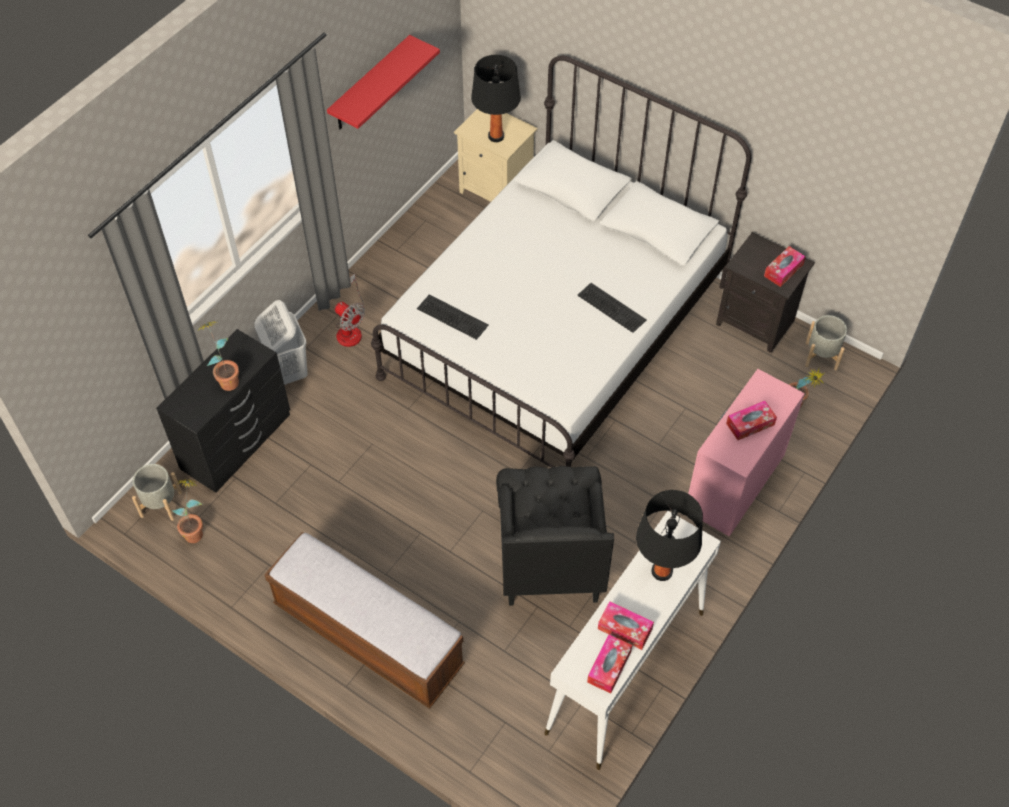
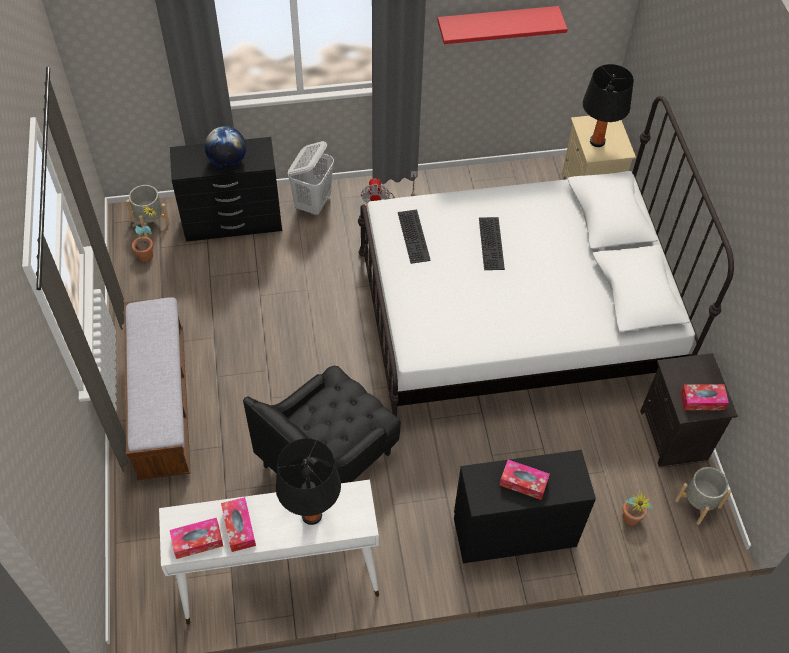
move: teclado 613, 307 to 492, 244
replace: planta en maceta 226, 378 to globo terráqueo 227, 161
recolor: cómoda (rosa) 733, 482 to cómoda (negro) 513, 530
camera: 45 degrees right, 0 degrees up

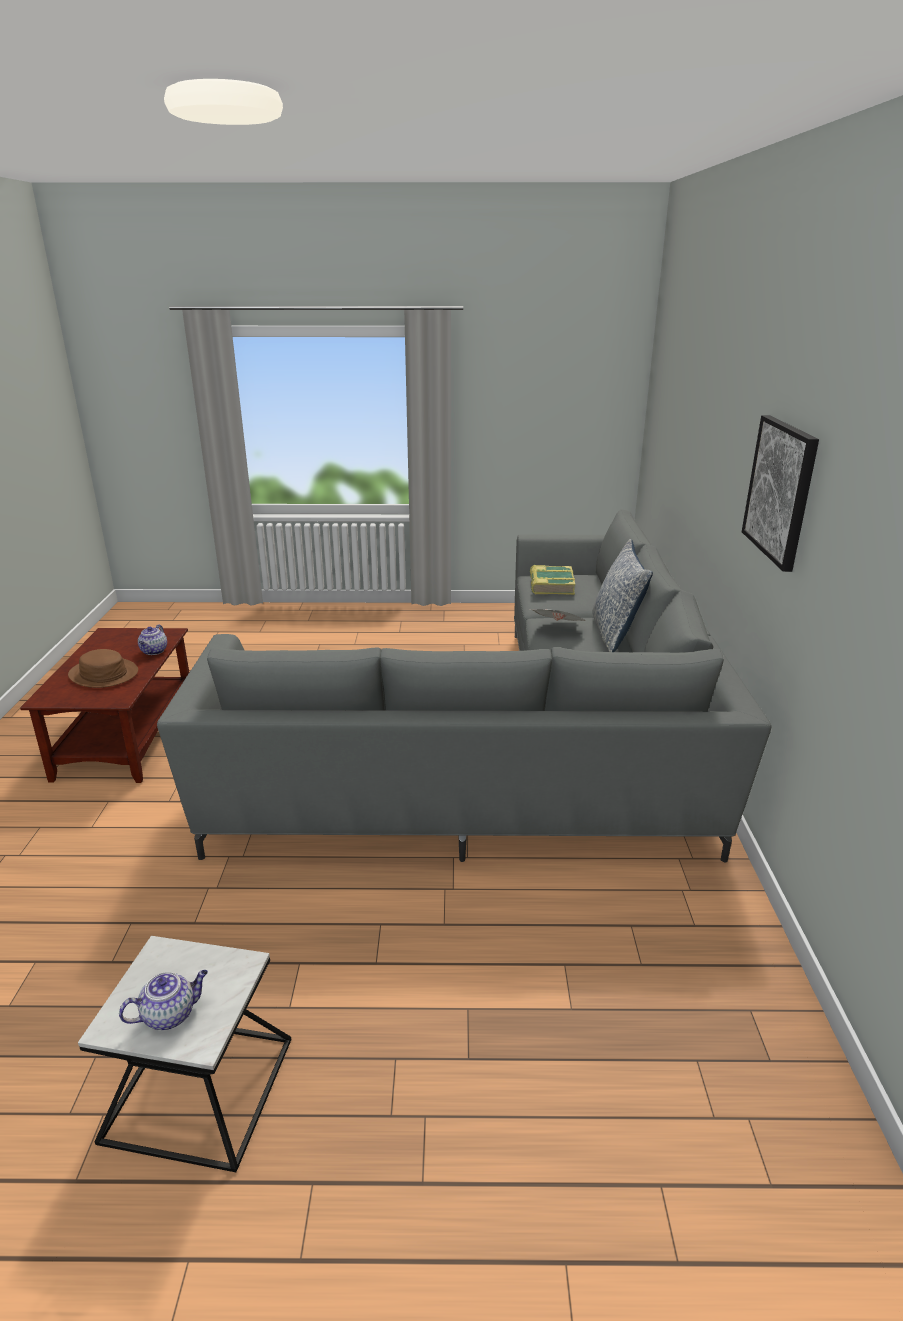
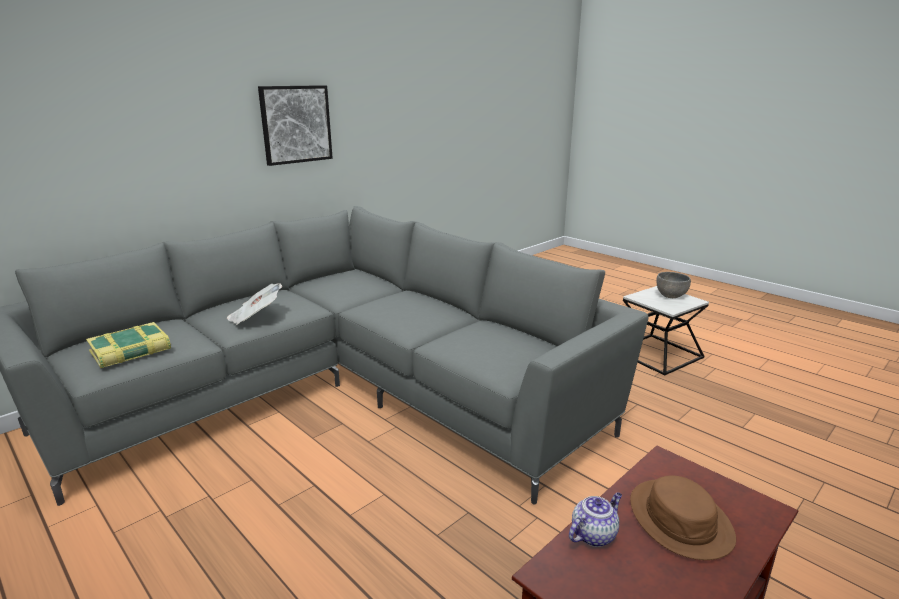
delete: cojín 616, 634
replace: tetera 170, 1014 to cuenco (gris) 670, 296
camera: 135 degrees left, 5 degrees down

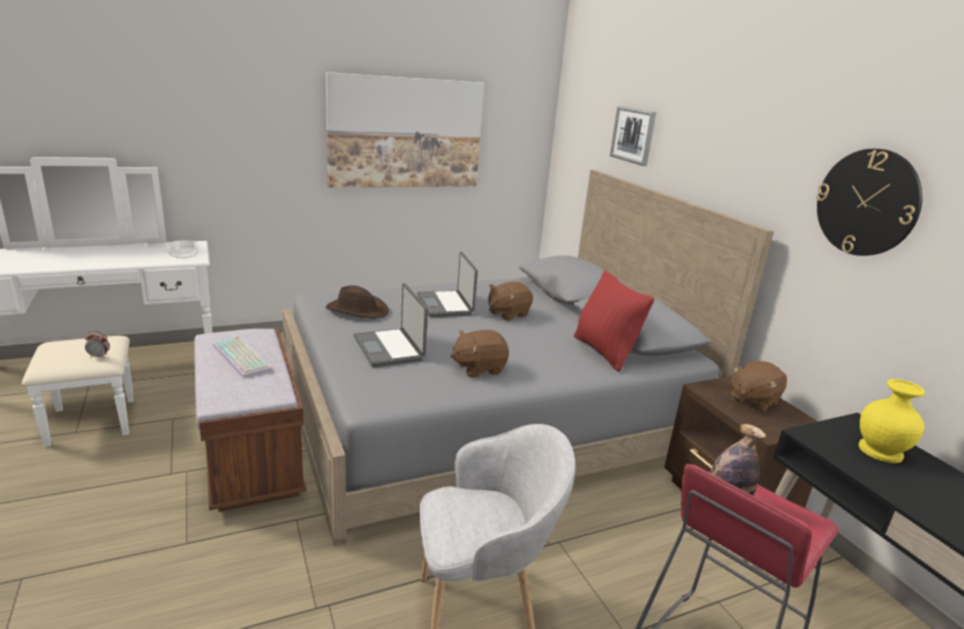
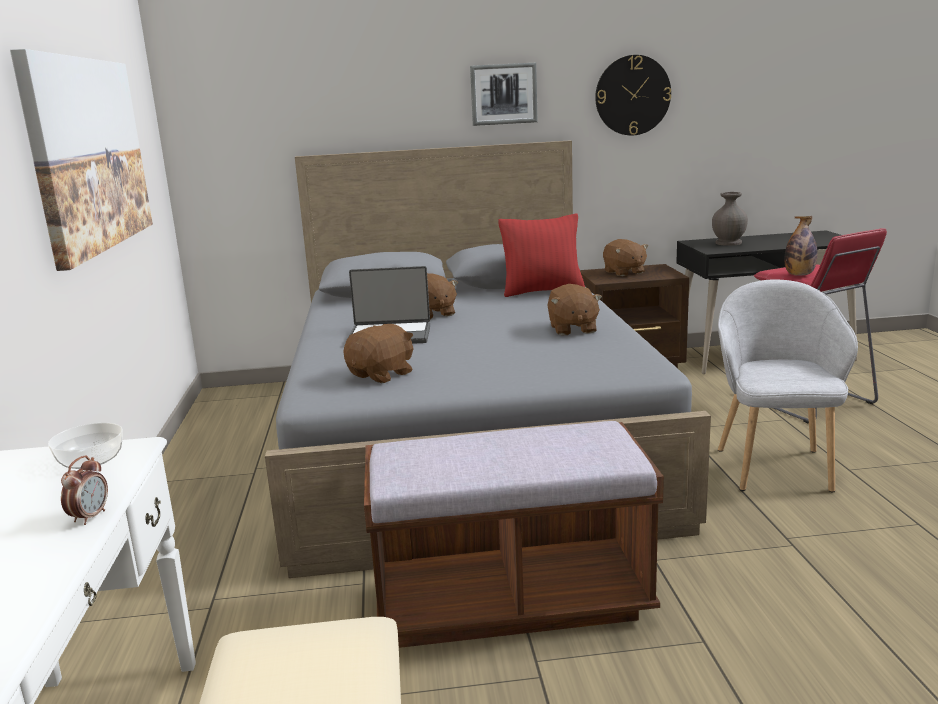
delete: portátil 390, 348; teclado 243, 358
move: cuadro 633, 135 to 503, 94; despertador 99, 356 to 90, 517
replace: sombrero (marrón) 357, 310 to peluche (marrón) 382, 375
recolor: florero (amarillo) 881, 452 to florero (gris) 729, 243
camera: 70 degrees left, 5 degrees down

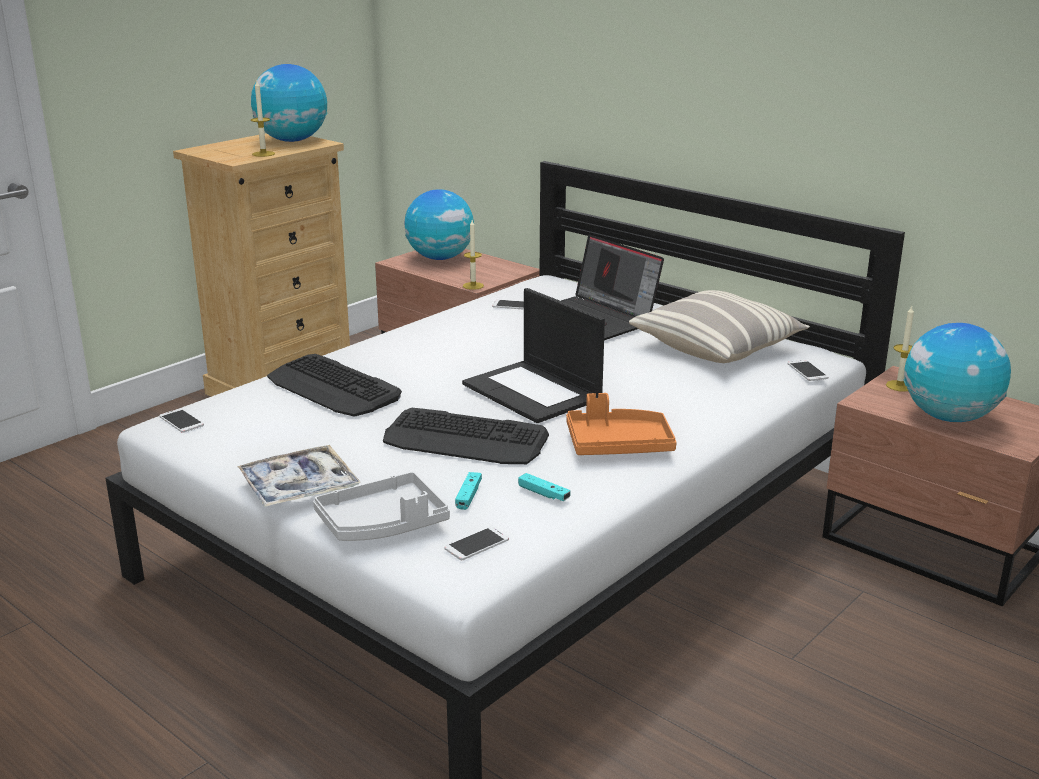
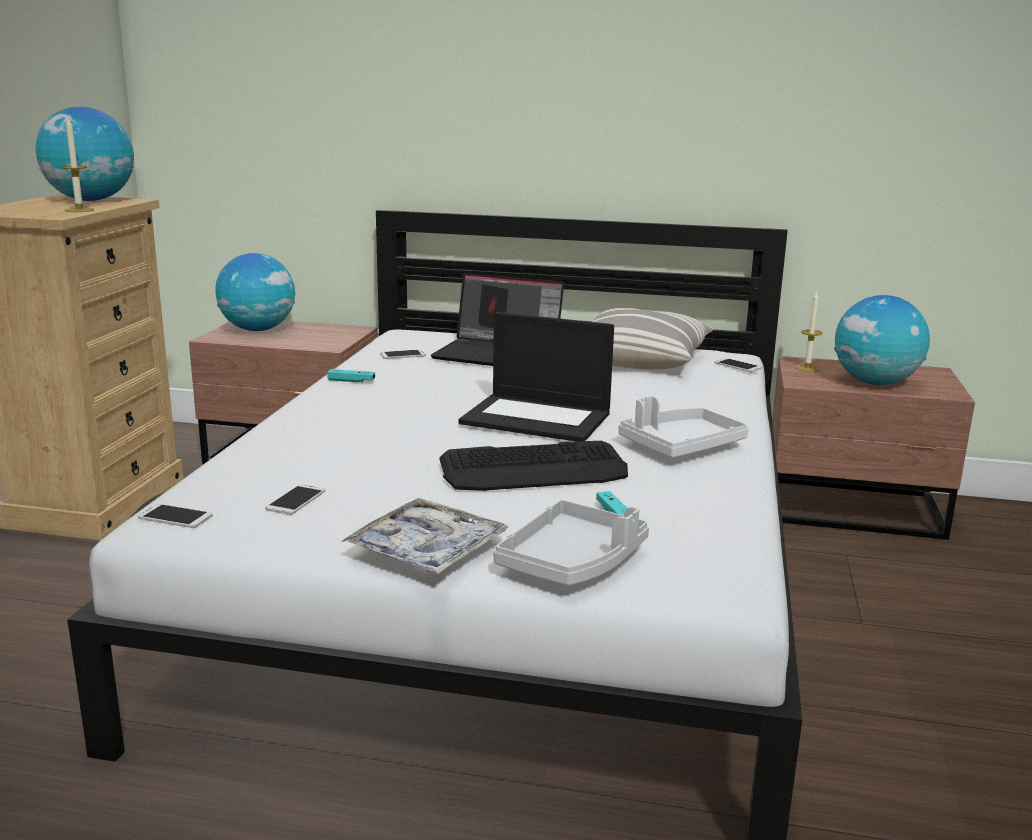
delete: vela 473, 286; teclado 333, 387
move: mando de consola (turquesa) 544, 494 to 351, 381; móvil 476, 544 to 296, 500
recolor: bandeja (naranja) 618, 445 to bandeja (blanco) 681, 446
camera: 30 degrees left, 5 degrees down

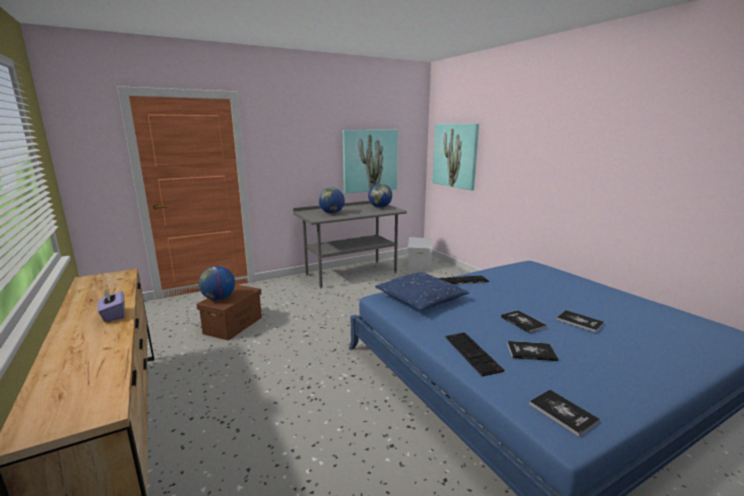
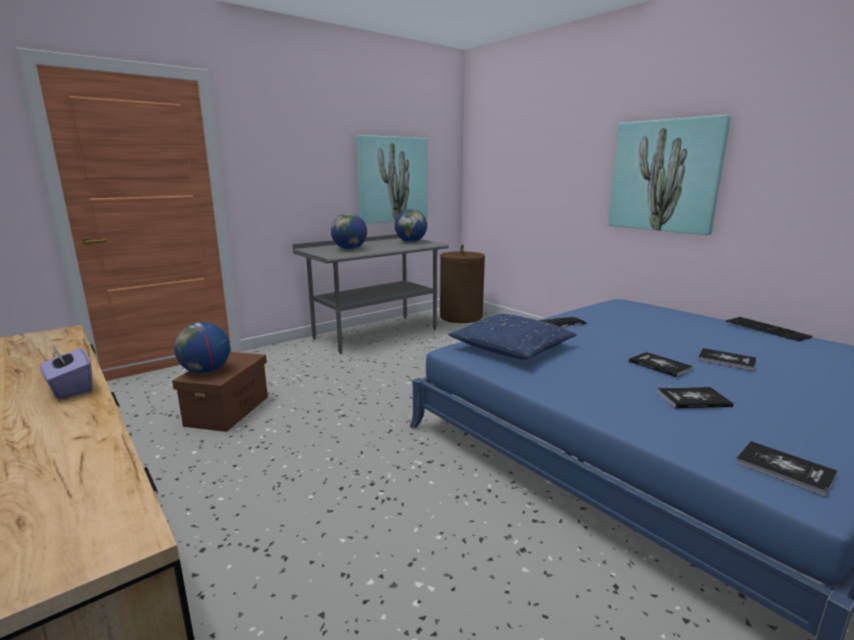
move: cuadro 455, 155 to 664, 176; teclado 474, 353 to 768, 329
replace: caja de almacenaje (blanco) 419, 263 to cesto de la ropa (marrón) 460, 317
camera: 10 degrees left, 0 degrees up

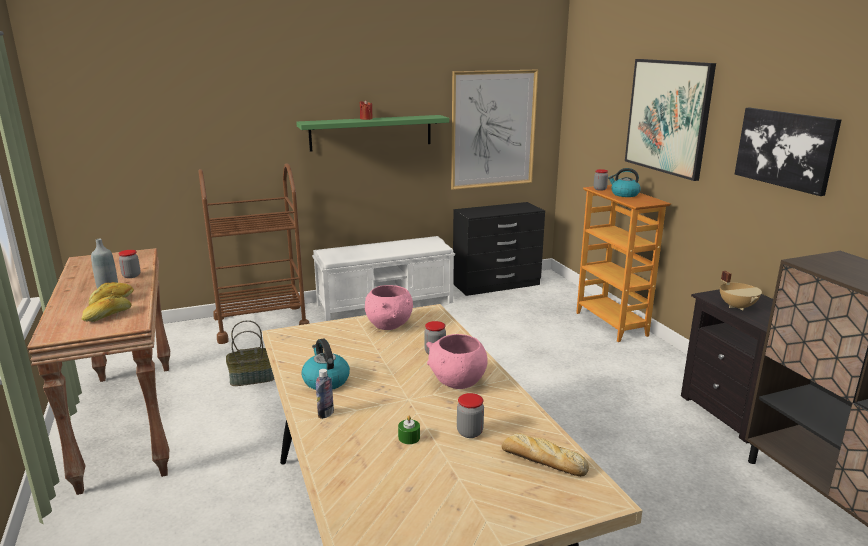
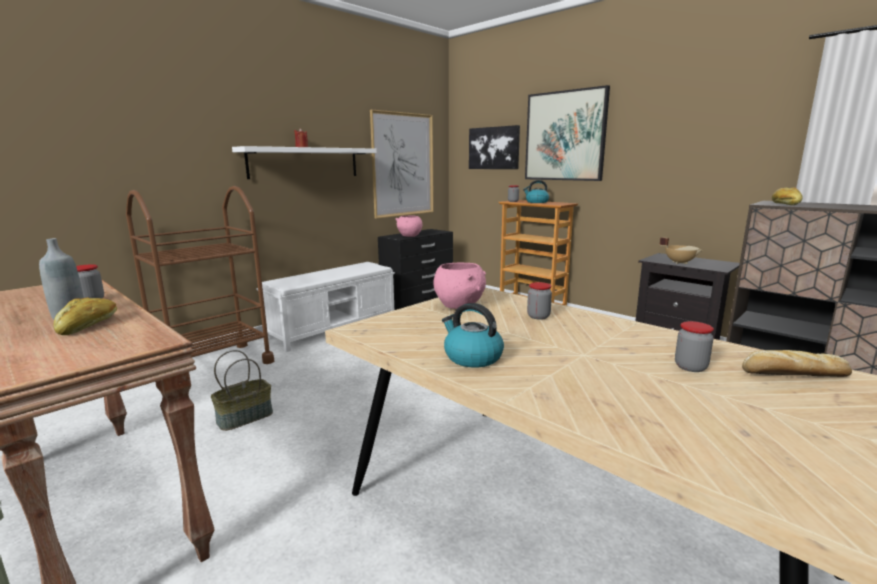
delete: botella 325, 414; vela (verde) 409, 437
move: cuadro 785, 149 to 494, 148; pan 108, 316 to 785, 204; cuenco (rosa) 457, 383 to 409, 236
recolor: estante (verde) 371, 132 to estante (blanco) 305, 162
camera: 25 degrees left, 5 degrees down

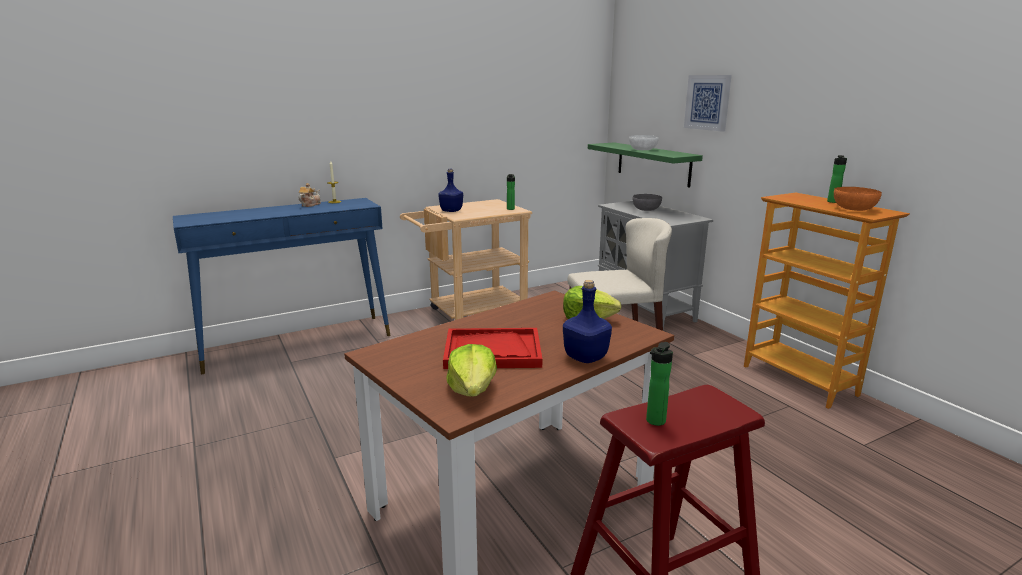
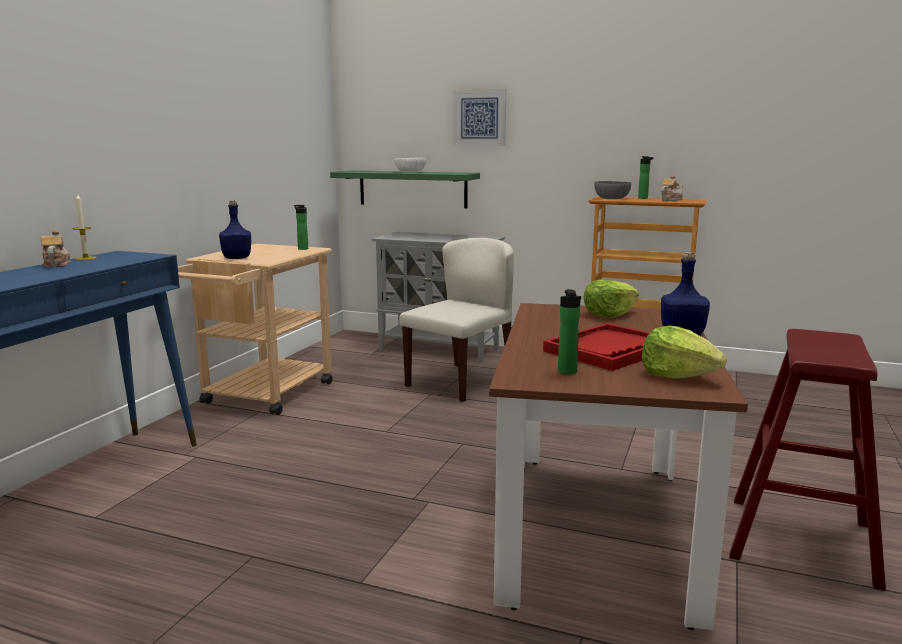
move: cuenco (gris) 646, 209 to 612, 198; botella 654, 422 to 568, 372
replace: cuenco (naranja) 853, 209 to tetera 670, 200
camera: 40 degrees left, 5 degrees down

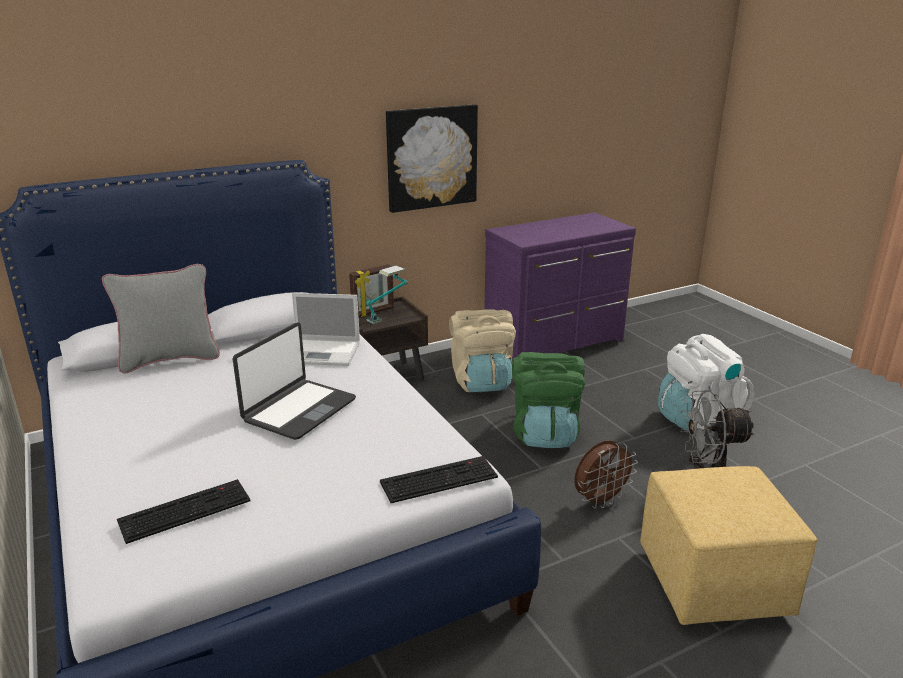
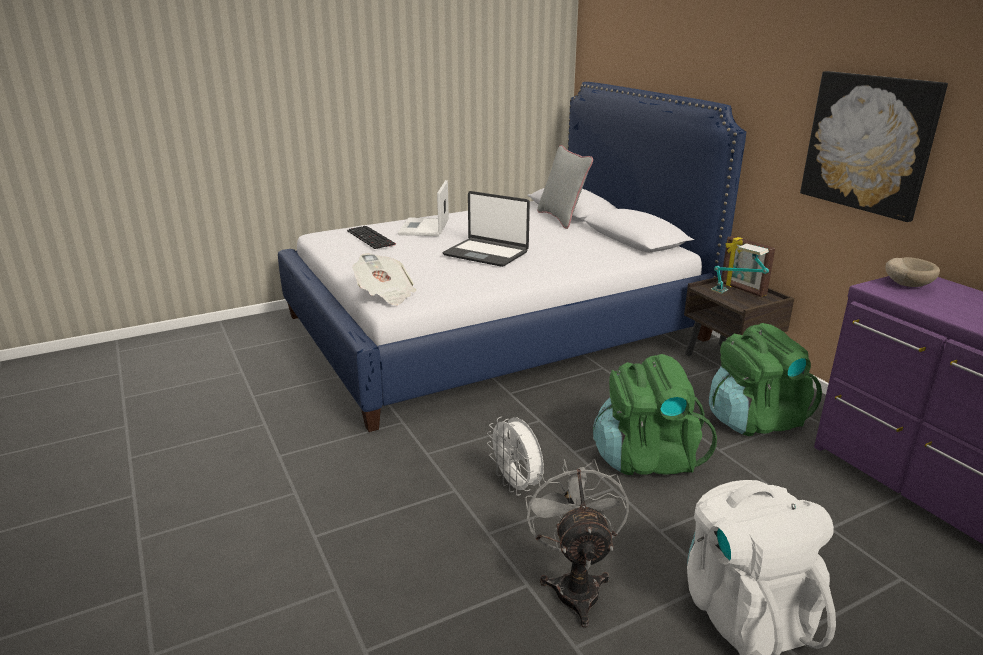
delete: puf (amarillo) 715, 583
insert: cuenco (beis) 907, 284
move: portátil 323, 352 to 424, 228
replace: teclado 439, 478 to periódico 385, 294
recolor: mochila (beis) 481, 381 to mochila (verde) 754, 420; ventilador (marrón) 600, 500 to ventilador (blanco) 517, 485
camera: 90 degrees right, 0 degrees up

